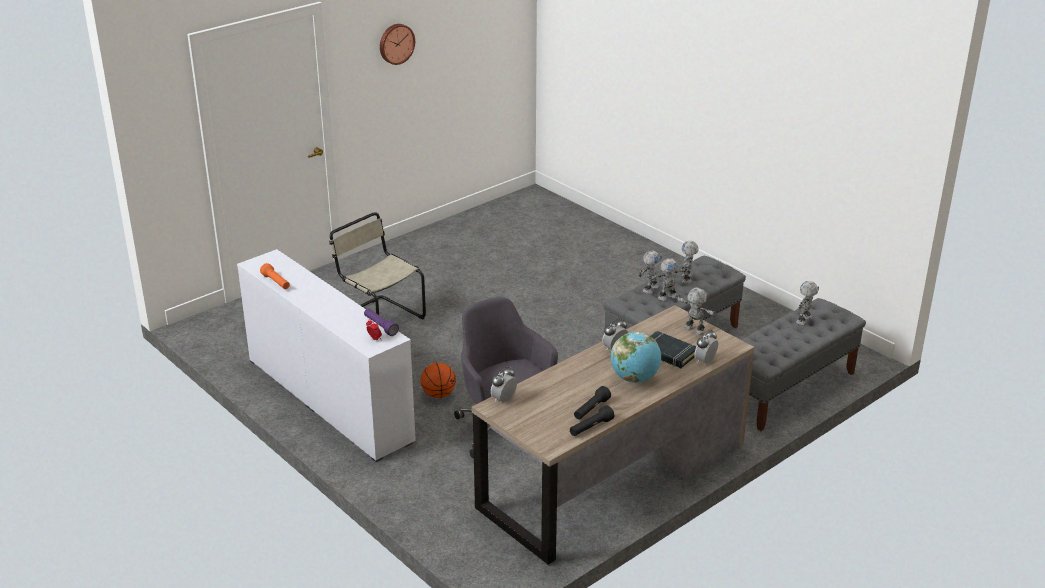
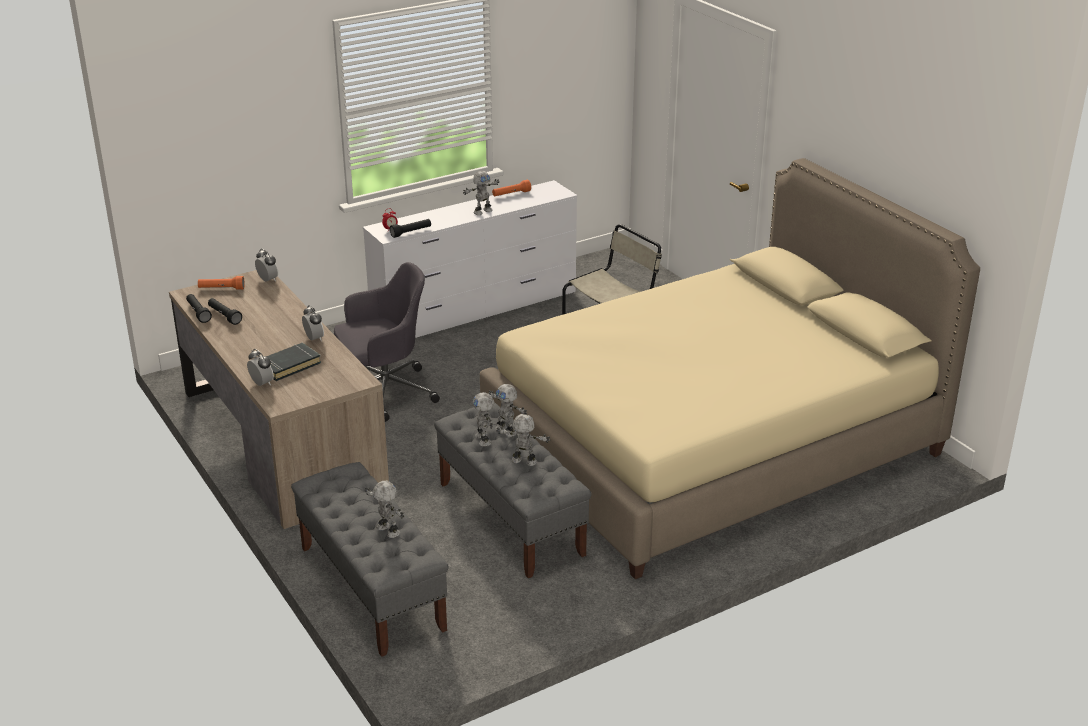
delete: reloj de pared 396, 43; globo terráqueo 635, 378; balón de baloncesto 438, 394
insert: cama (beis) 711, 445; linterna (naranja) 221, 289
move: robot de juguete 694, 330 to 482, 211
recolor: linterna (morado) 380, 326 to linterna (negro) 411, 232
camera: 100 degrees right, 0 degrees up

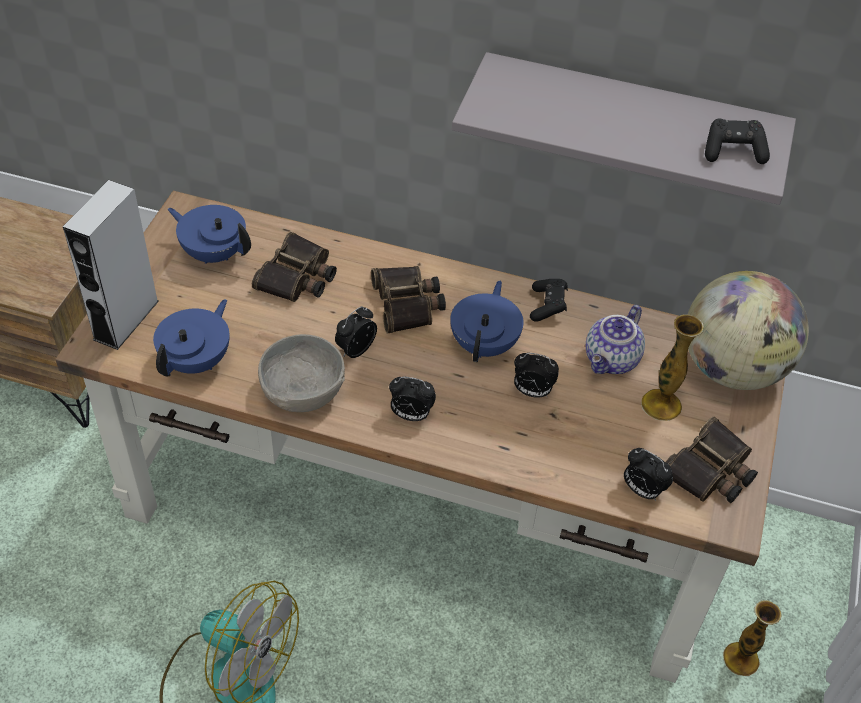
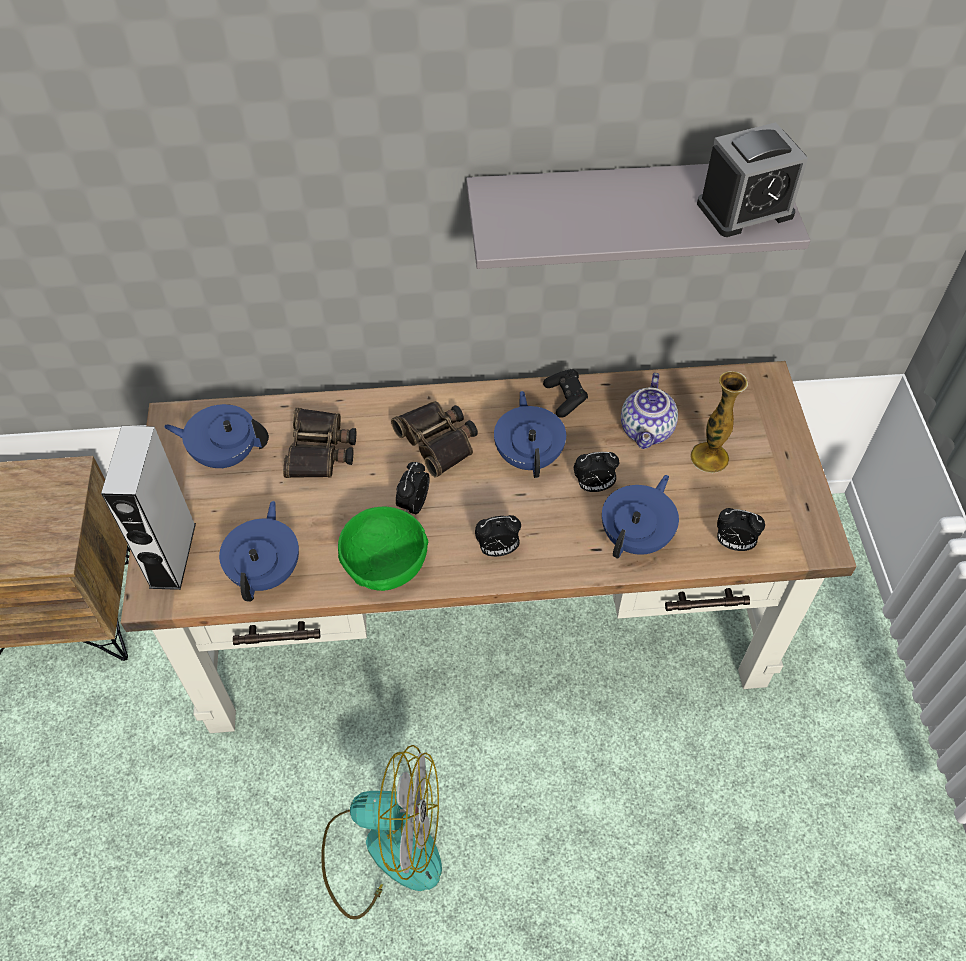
delete: globo terráqueo 732, 369; prismáticos 710, 471; florero 740, 659
insert: tetera (azul) 636, 537
replace: mando de consola (negro) 733, 151 to despertador 745, 209
recolor: cuenco (gris) 301, 391 to cuenco (verde) 384, 564
camera: 20 degrees left, 5 degrees up

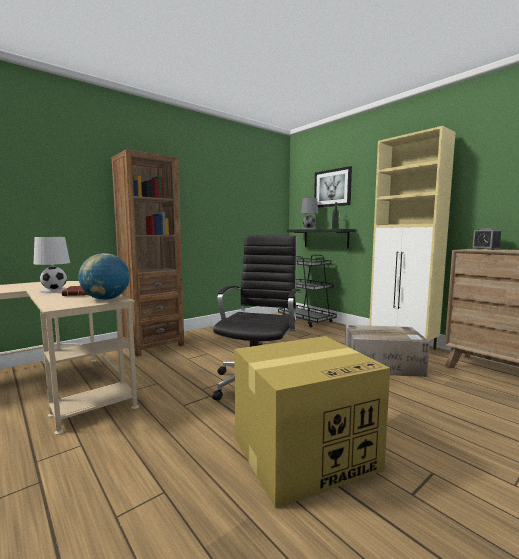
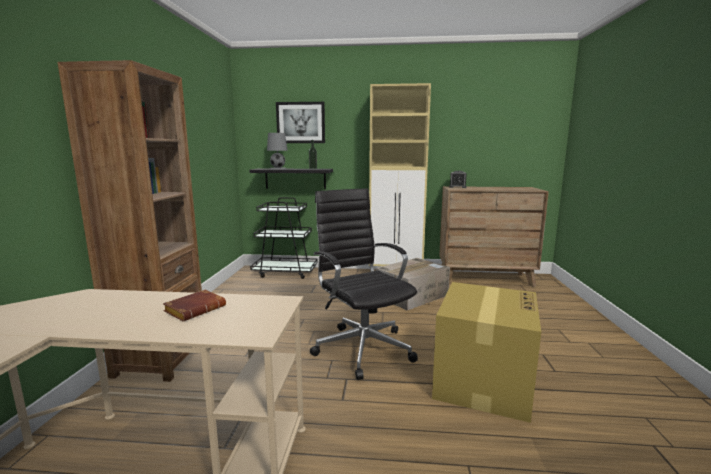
delete: lámpara de mesa (blanco) 54, 290; globo terráqueo 106, 299
camera: 45 degrees left, 5 degrees up

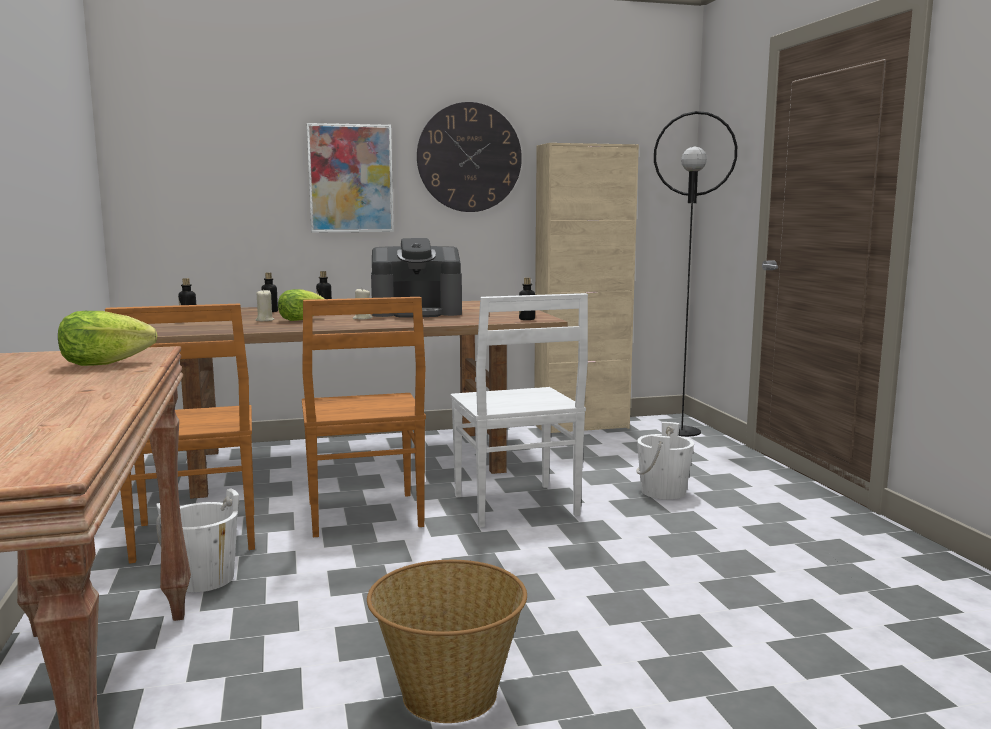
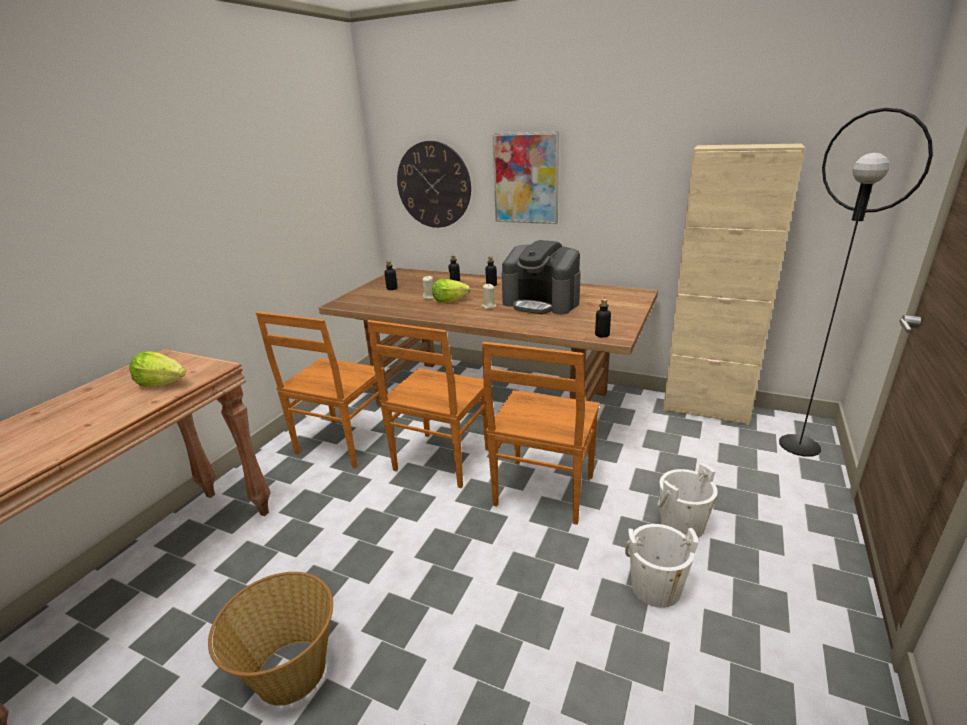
move: reloj de pared 469, 157 to 433, 185; cubo (blanco) 204, 579 to 655, 587
recolor: silla (blanco) 516, 506 to silla (marrón) 543, 492
camera: 40 degrees right, 15 degrees up

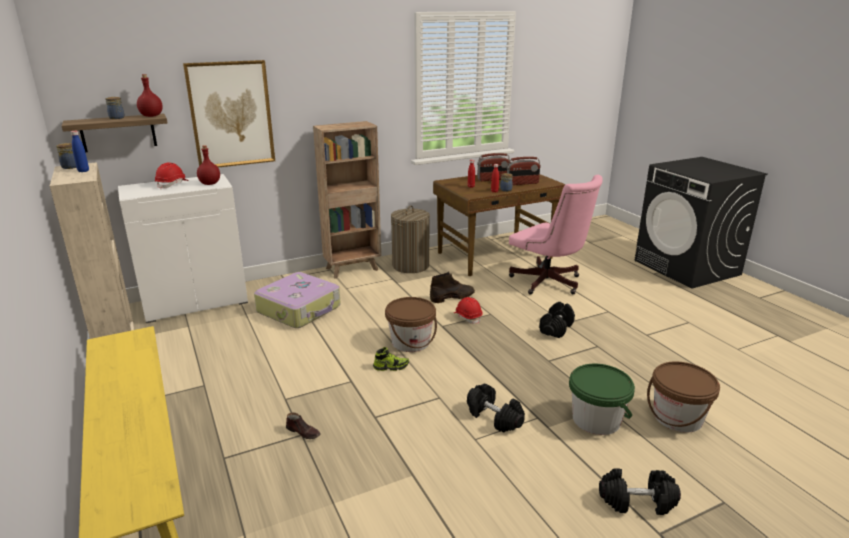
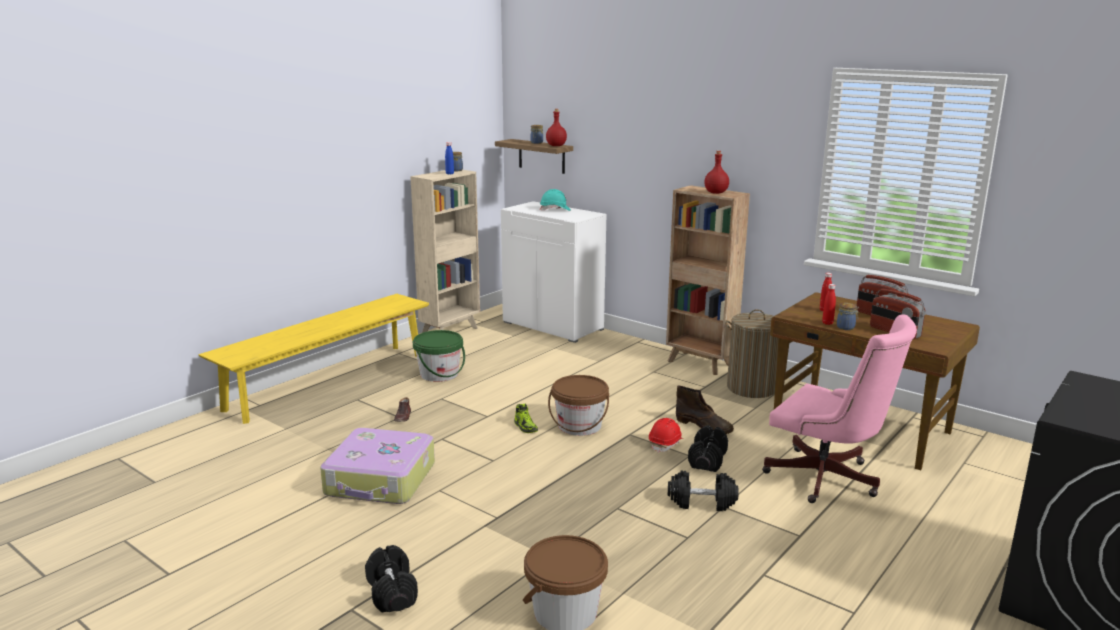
delete: cuadro 231, 114
move: botella (rojo) 209, 184 to 715, 193; maleta 300, 309 to 381, 480; cubo (verde) 596, 420 to 439, 374; mancuerna (negro) 494, 417 to 707, 460
recolor: casco (rojo) 172, 184 to casco (turquesa) 555, 210
rotate: silla de oficina (rosa) 549, 283 = 828, 480 75 degrees counterclockwise
camera: 65 degrees right, 5 degrees down

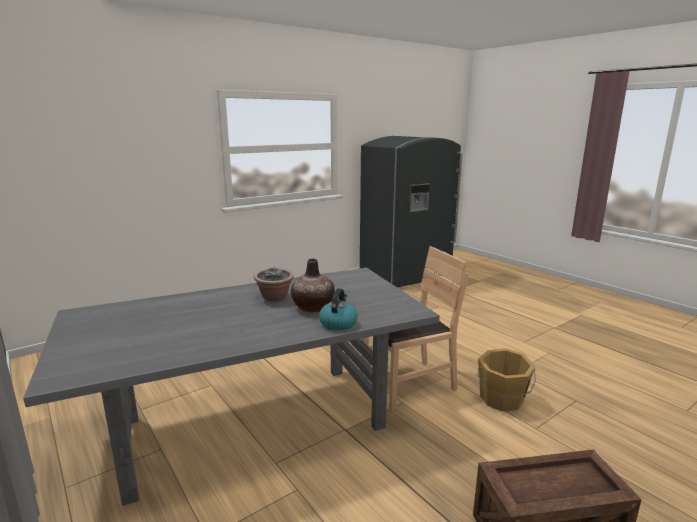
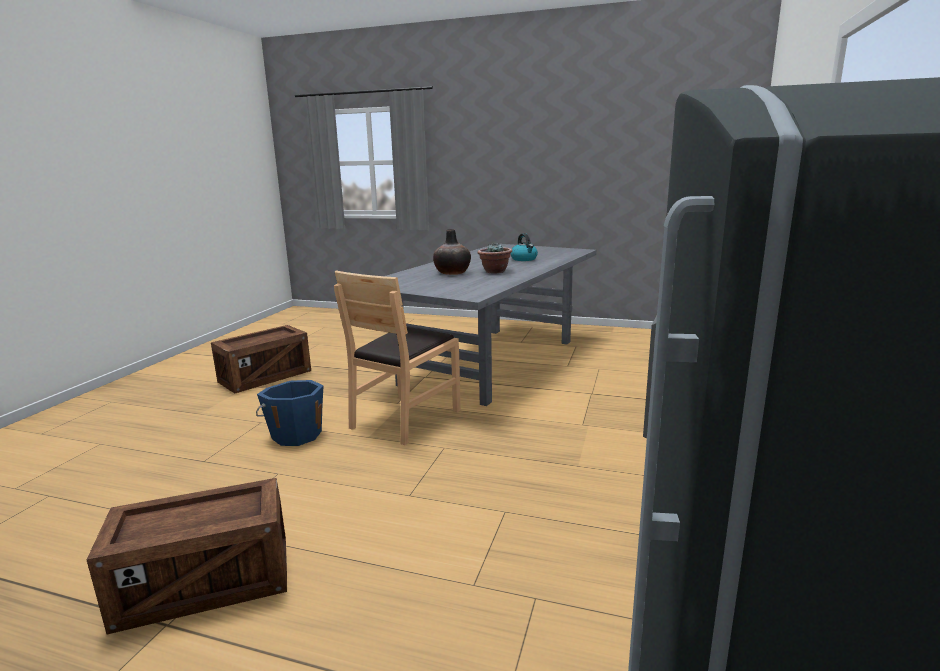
insert: caja de embalaje 205, 584
move: hervidor 338, 323 to 524, 259
recolor: cubo (naranja) 501, 399 to cubo (azul) 296, 434
camera: 145 degrees right, 0 degrees up

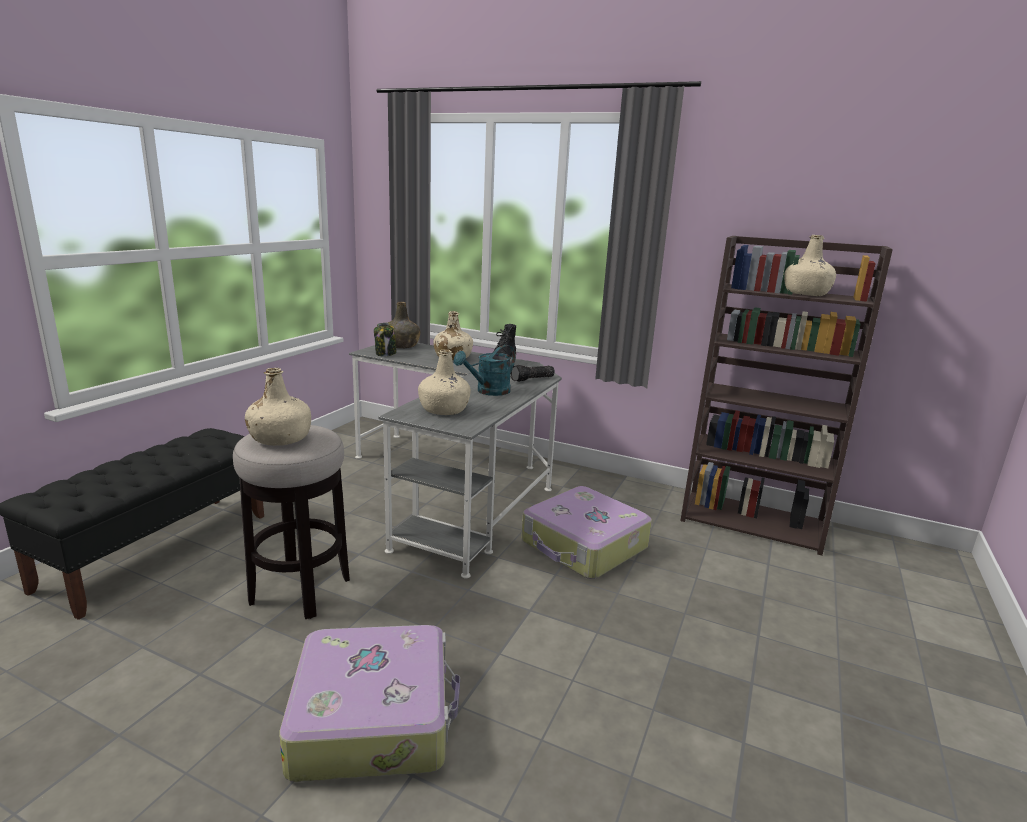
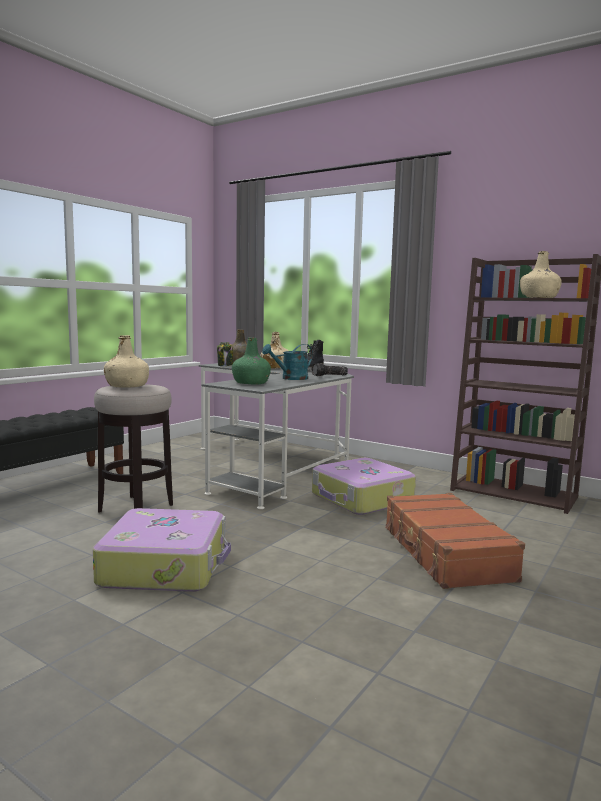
insert: maleta (marrón) 445, 553
recolor: botella (beis) 444, 410 to botella (verde) 251, 383
camera: 10 degrees right, 10 degrees down

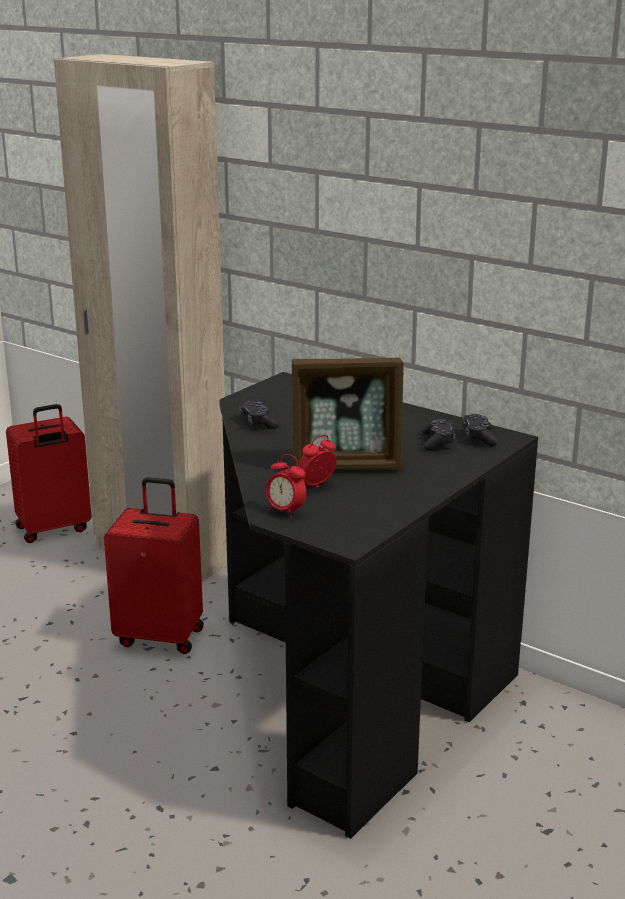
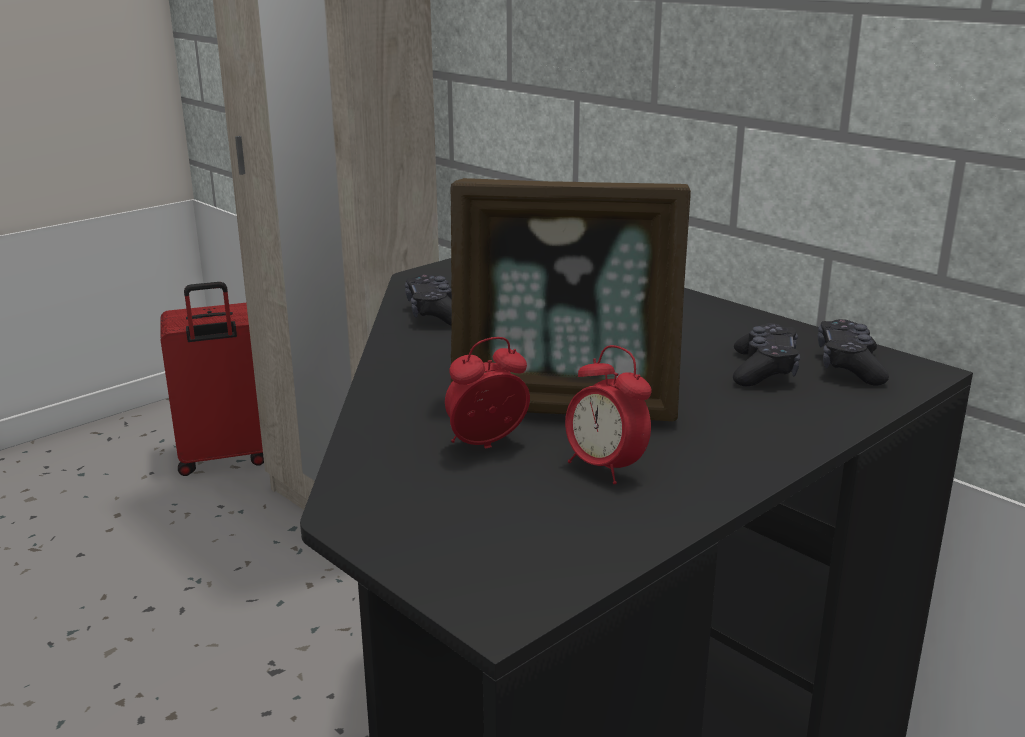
delete: maleta (rojo) 160, 636
move: despertador 285, 511 to 605, 468
camera: 10 degrees right, 0 degrees up

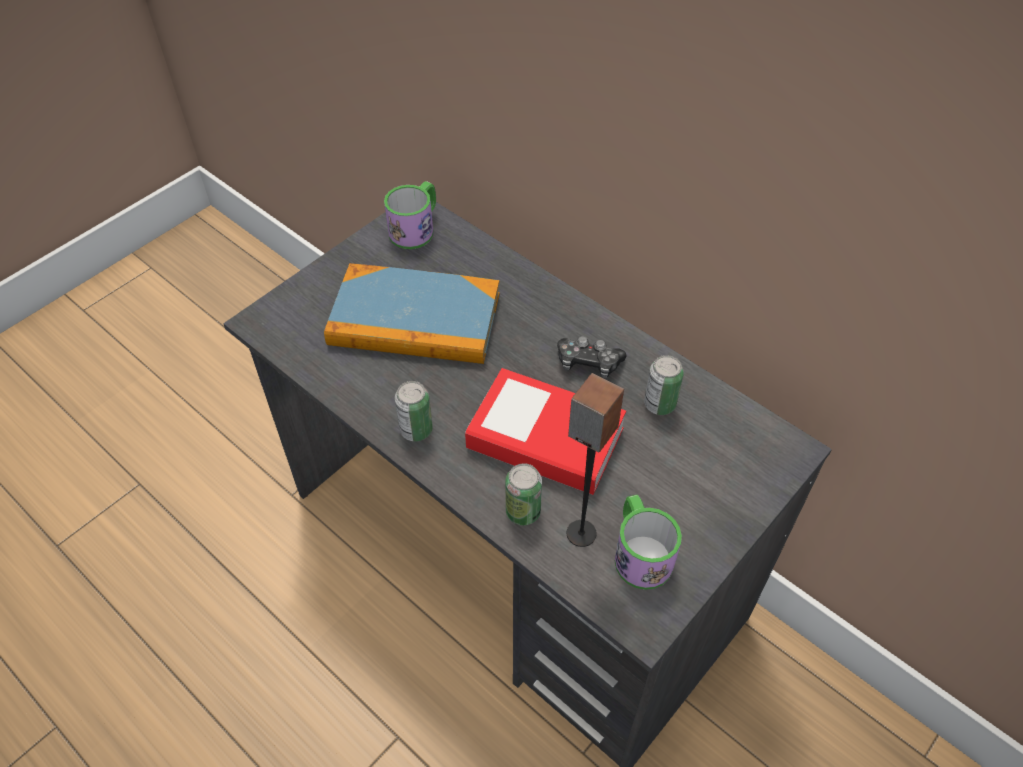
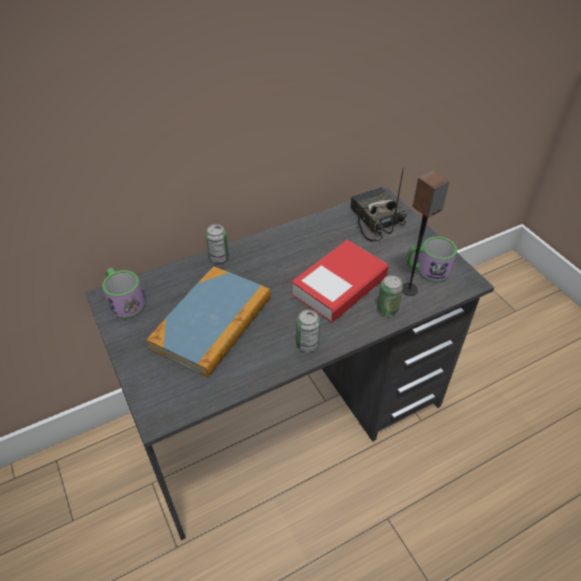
delete: mando de consola 588, 363
insert: radio 374, 219
move: lata 659, 404 to 218, 257
camera: 70 degrees left, 5 degrees down

